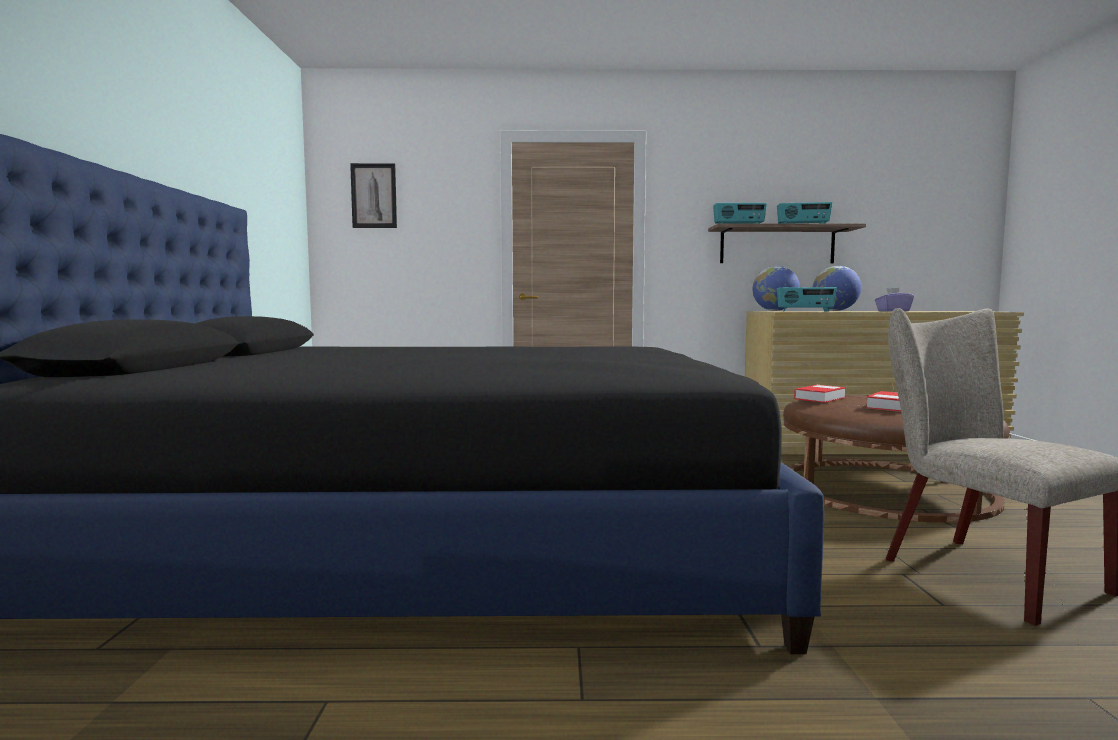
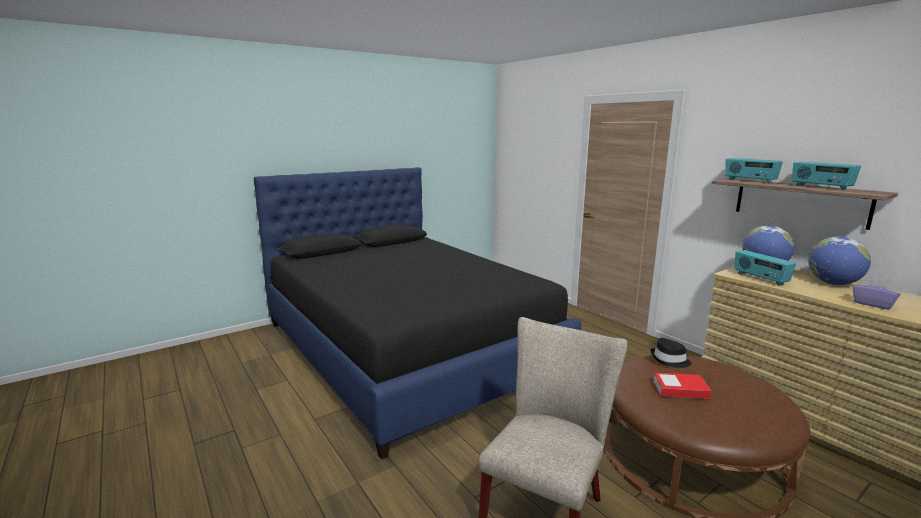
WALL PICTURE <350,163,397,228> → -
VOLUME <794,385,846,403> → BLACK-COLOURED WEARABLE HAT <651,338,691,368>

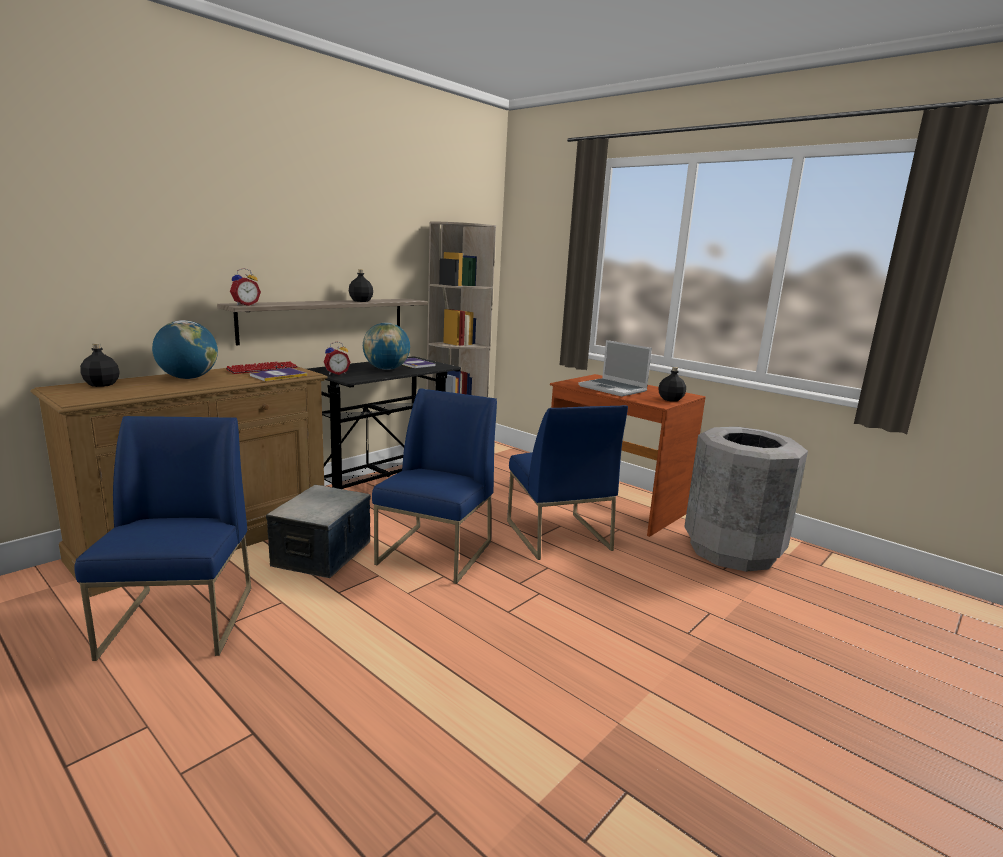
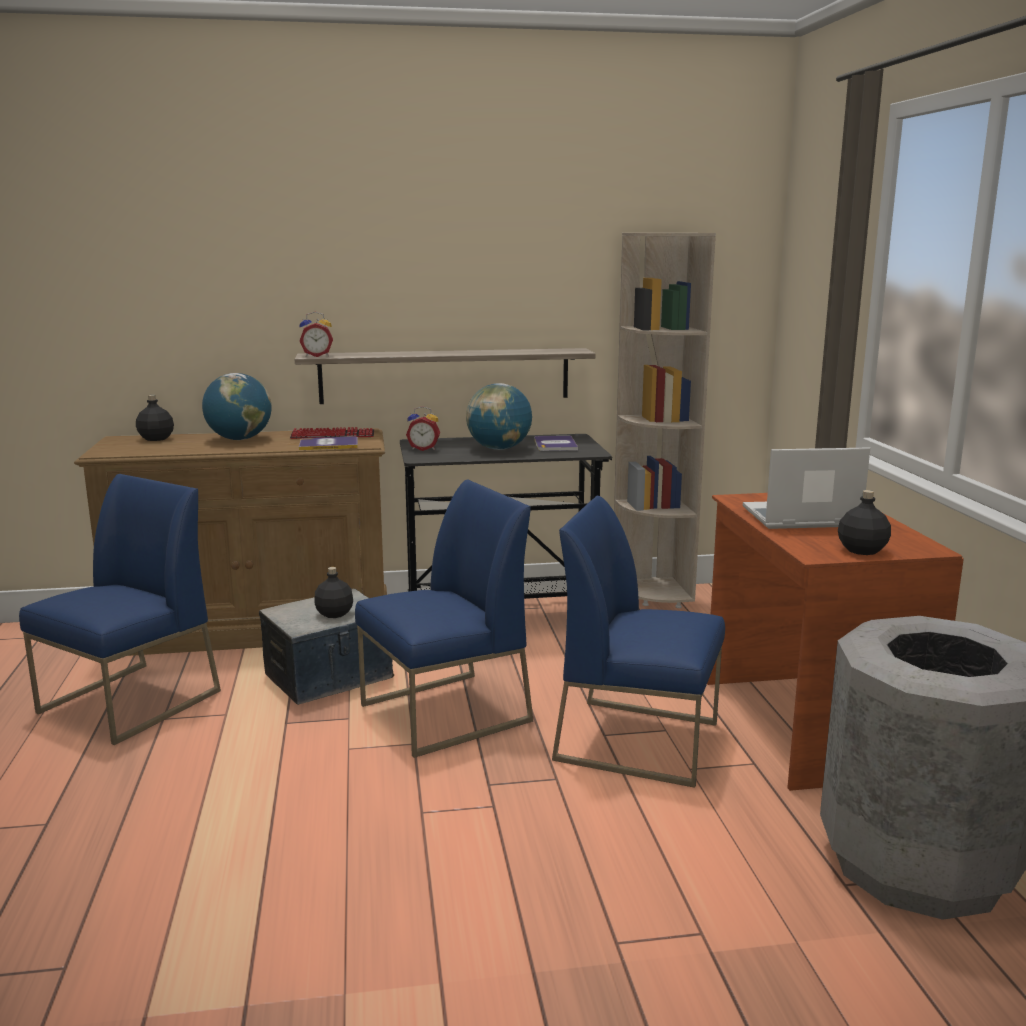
BLACK-COLOURED DRINK BOTTLE <349,270,373,302> → BLACK-COLOURED DRINK BOTTLE <314,567,353,618>, shifted
BLUE-COLOURED UPRIGHT CHAIR <507,405,628,560> → BLUE-COLOURED UPRIGHT CHAIR <552,496,725,788>, 90 degrees clockwise
LAPTOP <578,340,652,397> → LAPTOP <743,447,870,529>, 90 degrees clockwise

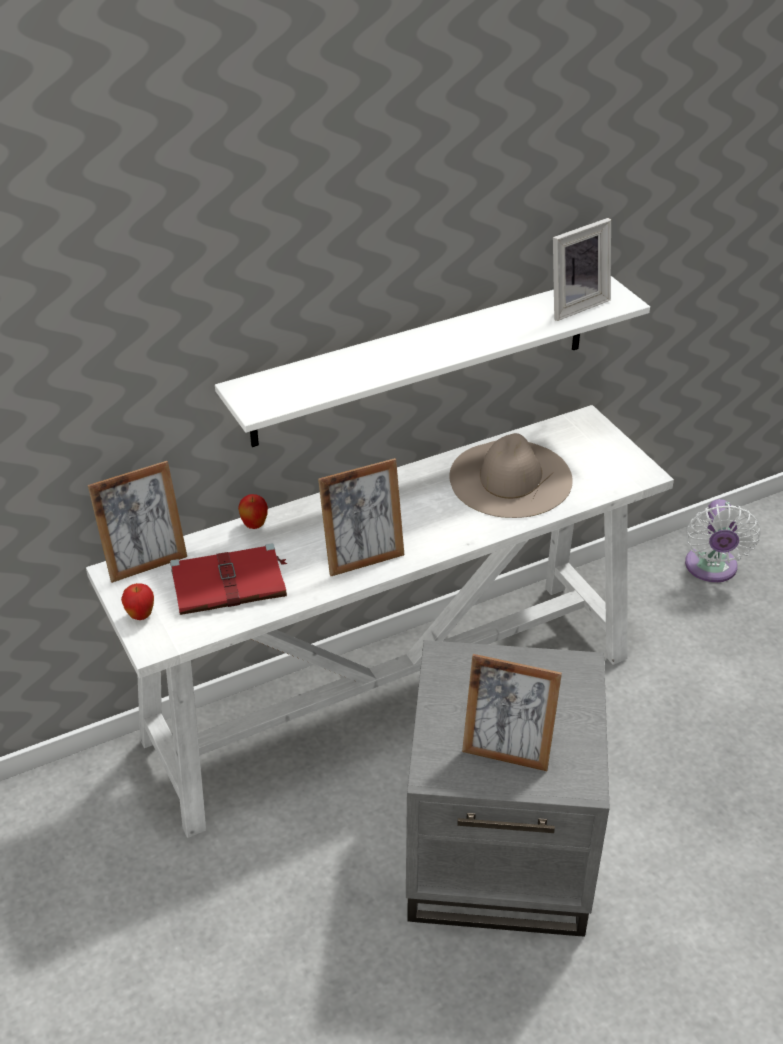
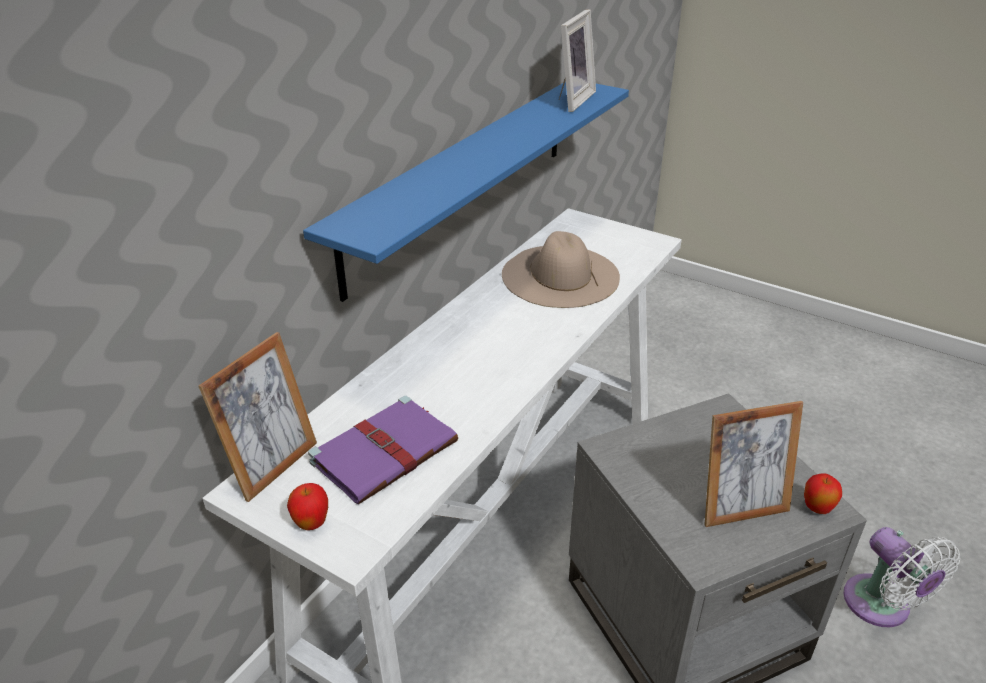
PICTURE FRAME <318,458,404,576> → -
WHOLE APPLE <238,494,268,529> → WHOLE APPLE <804,473,842,514>, shifted
WHITE-COLOURED ELECTRIC FAN <685,499,761,583> → WHITE-COLOURED ELECTRIC FAN <843,527,960,627>, shifted
RED-COLOURED VOLUME <170,544,288,615> → PURPLE-COLOURED VOLUME <308,396,458,505>
WHITE-COLOURED BRACKET SHELF <215,276,650,447> → BLUE-COLOURED BRACKET SHELF <303,82,629,302>

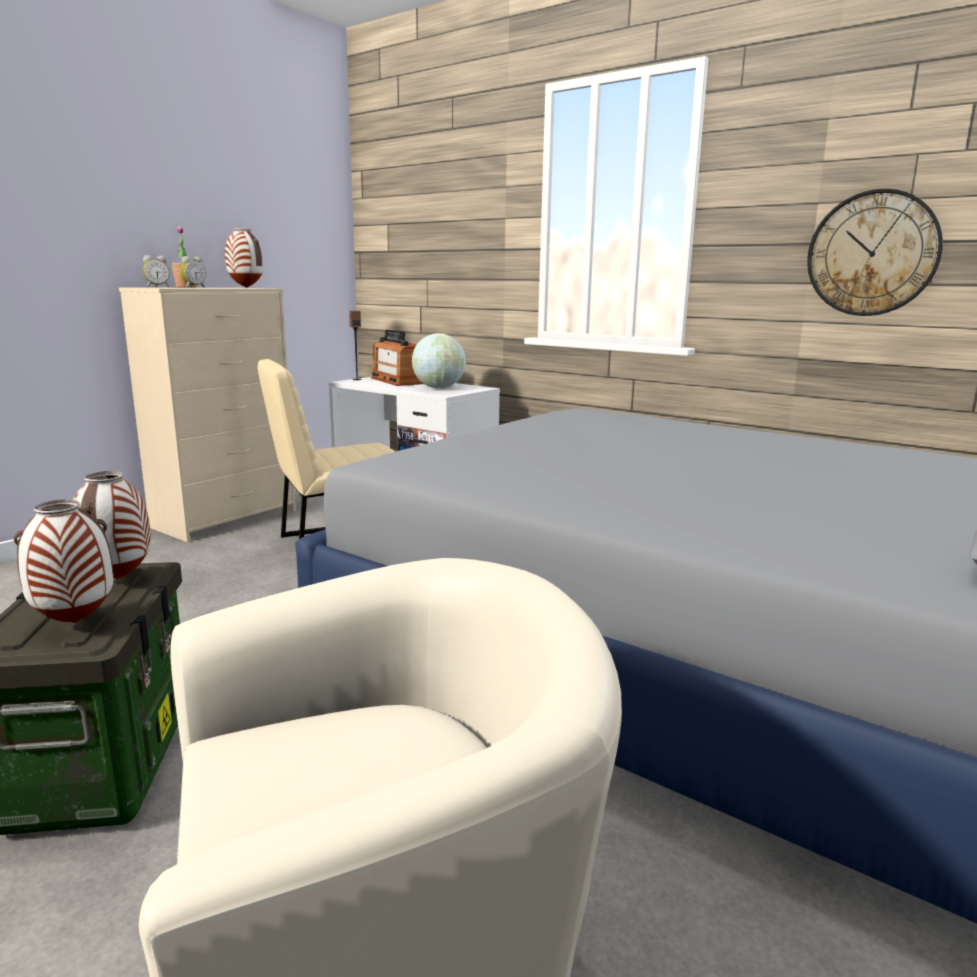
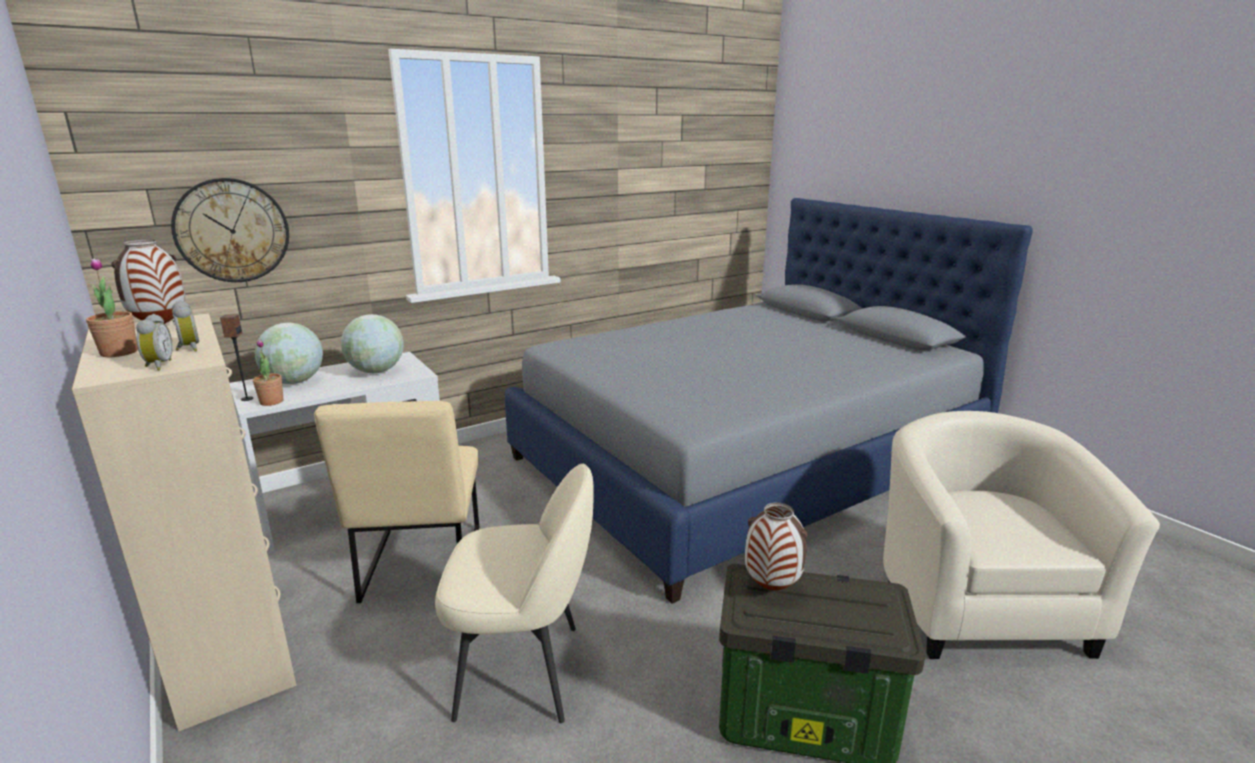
DECORATIVE VASE <14,499,113,623> → -
- → POTTED PLANT <253,339,283,406>
- → BEIGE UPRIGHT CHAIR <435,463,594,723>
CLOCK ON THE WALL <807,189,943,316> → CLOCK ON THE WALL <171,178,289,282>, shifted
RADIO RECEIVER <371,330,423,386> → DESK GLOBE <255,323,323,384>

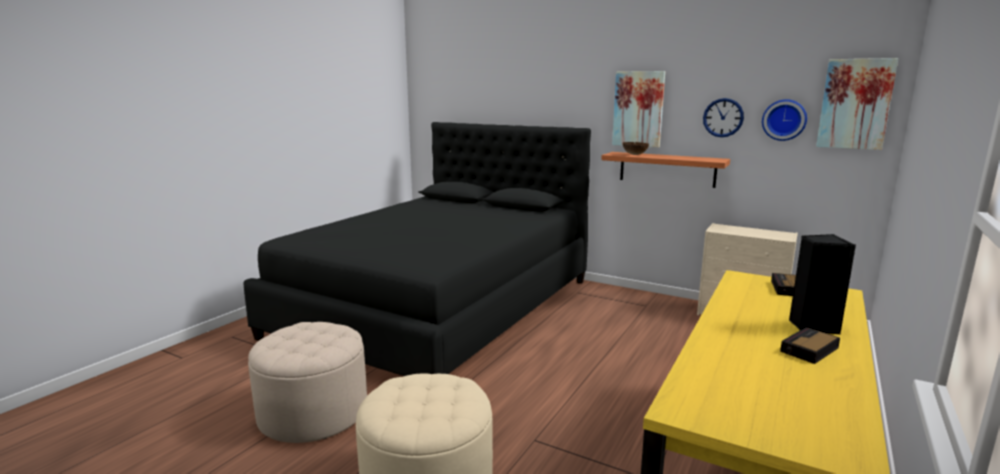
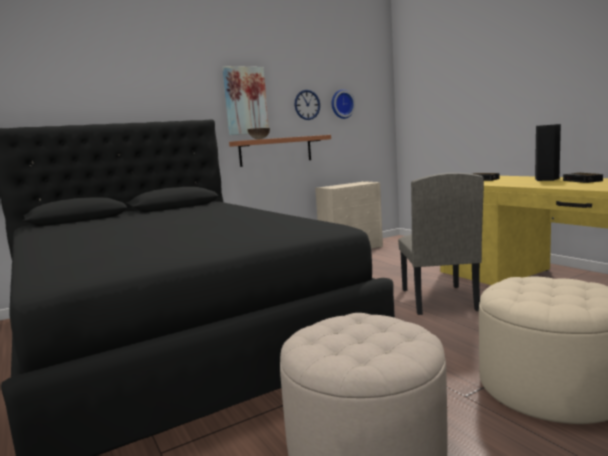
WALL PICTURE <816,58,898,150> → -
- → BEIGE UPRIGHT CHAIR <398,173,484,315>

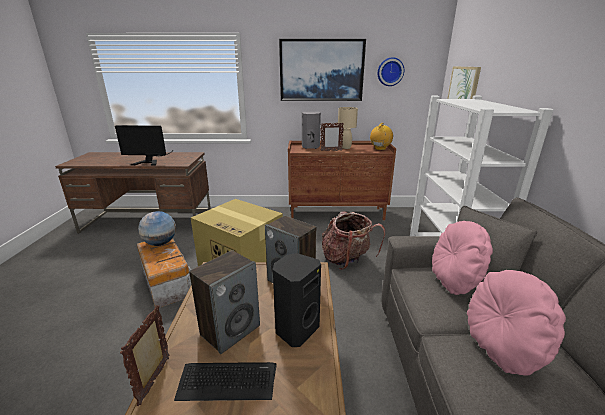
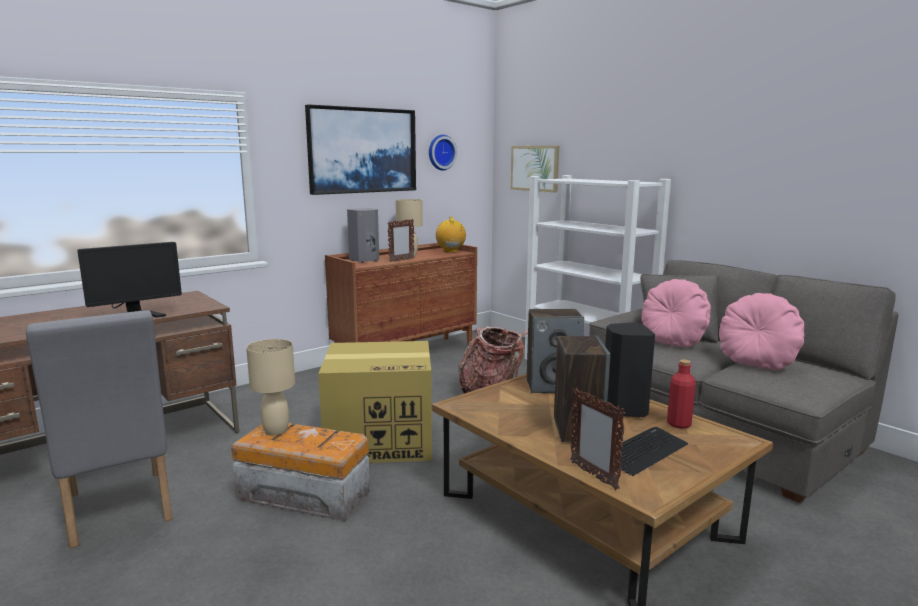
- → GREYISH UPRIGHT CHAIR <26,310,173,548>
- → RED-COLOURED DRINK BOTTLE <667,360,696,429>
DESK GLOBE <138,211,176,246> → BEIGE LAMP FOR A TABLE <246,339,295,436>

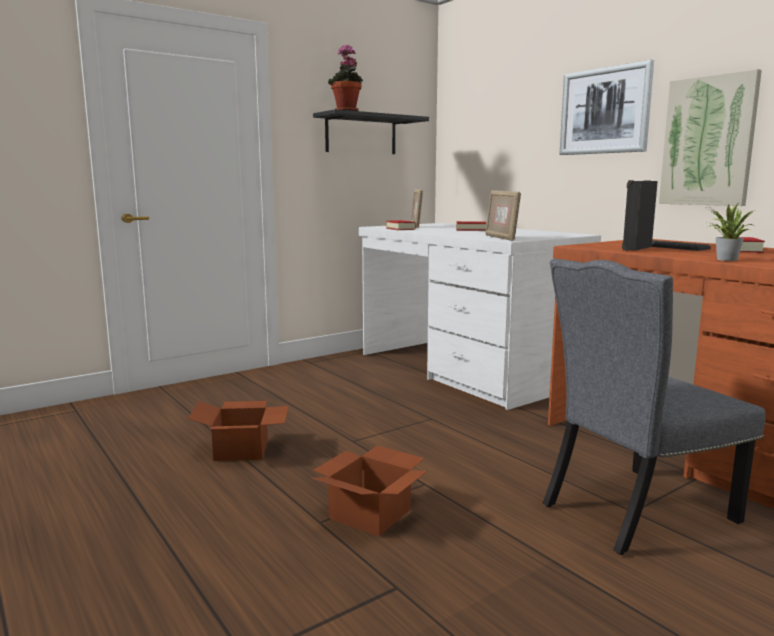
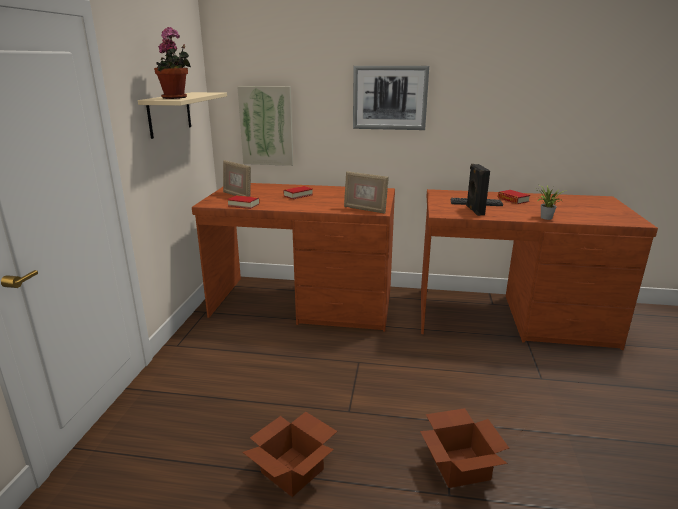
GREYISH UPRIGHT CHAIR <543,259,766,555> → -
WALL PICTURE <659,69,762,206> → WALL PICTURE <237,86,294,166>, shifted
BLACK-COLOURED BRACKET SHELF <313,109,429,154> → BEIGE BRACKET SHELF <138,92,227,139>
WHITE-COLOURED DESK UNIT <359,223,601,410> → BROWN DESK UNIT <192,183,395,332>

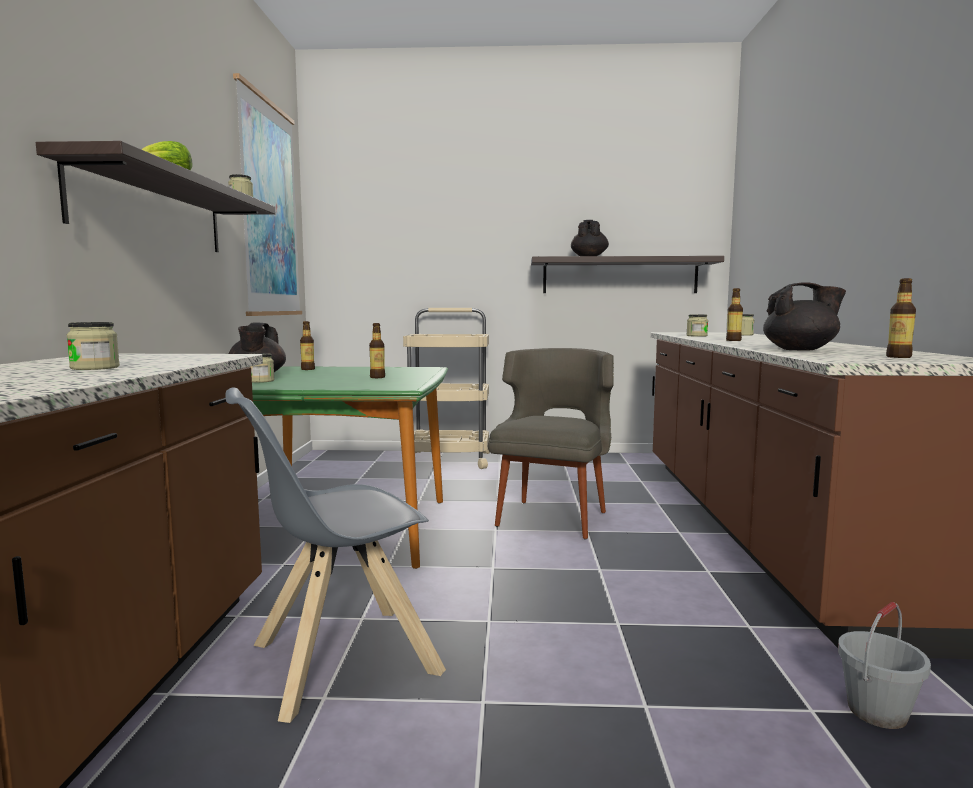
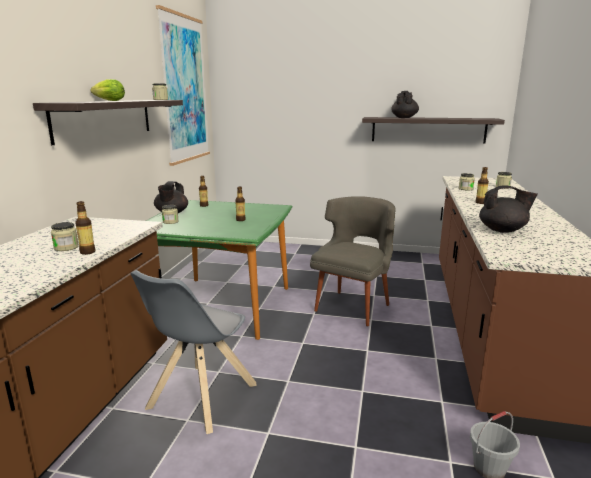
BEIGE TROLLEY <403,308,490,469> → -
DRINK BOTTLE <886,278,916,358> → DRINK BOTTLE <75,201,95,255>, shifted
GREYISH UPRIGHT CHAIR <225,387,446,723> → GREYISH UPRIGHT CHAIR <131,270,257,434>, 45 degrees counterclockwise

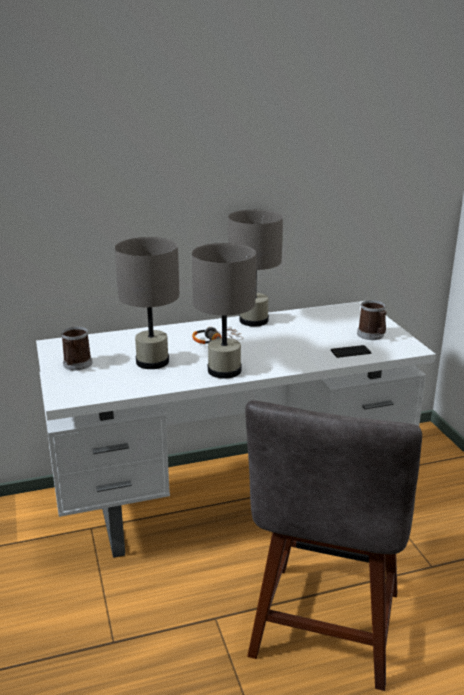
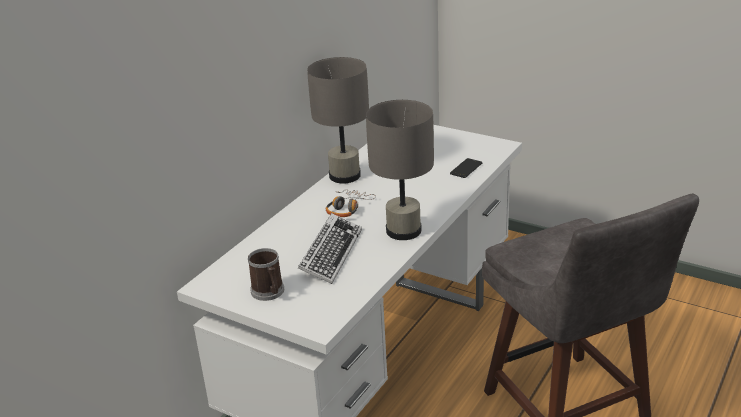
MUG <357,300,387,340> → -
GREYISH LAMP FOR A TABLE <115,237,179,369> → PC KEYBOARD <298,213,362,284>

